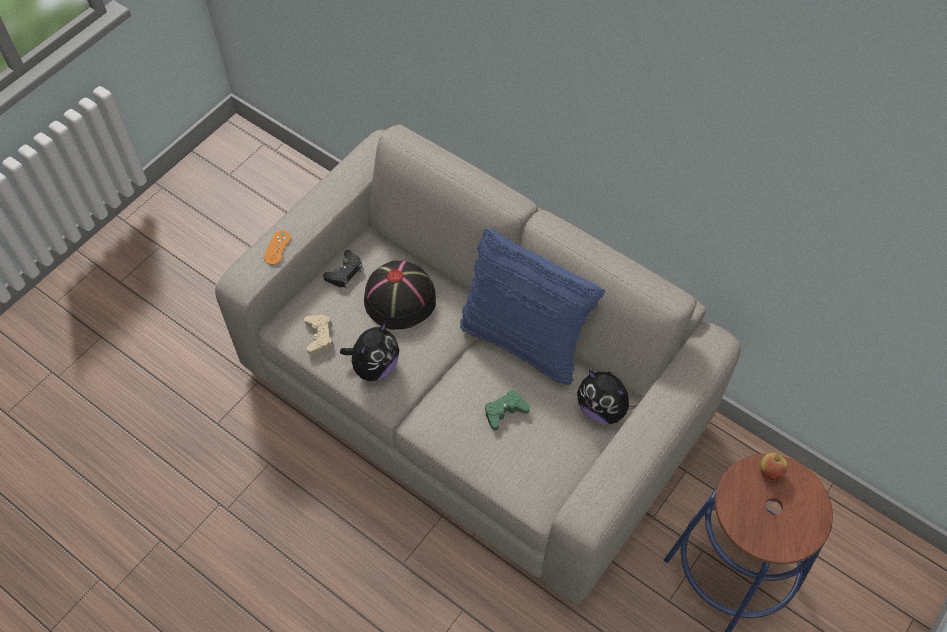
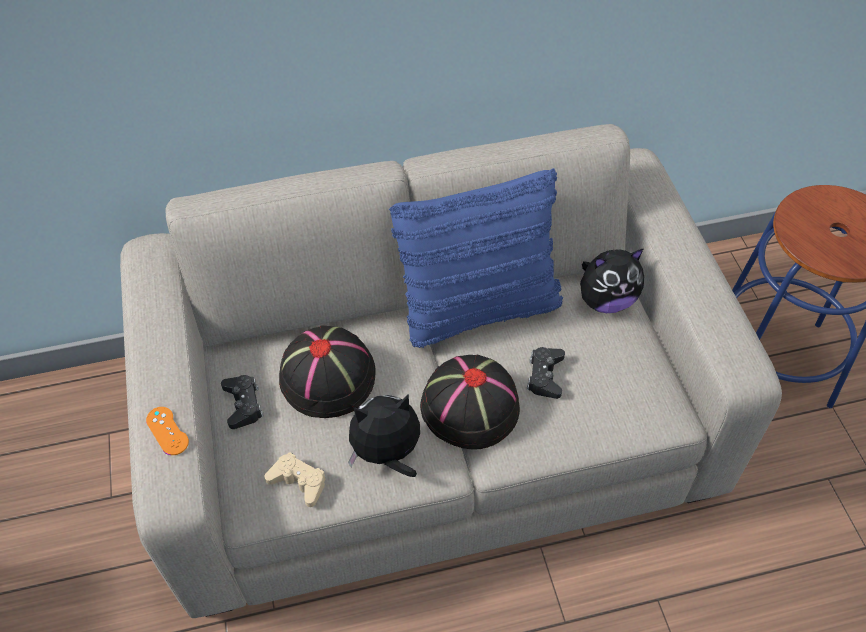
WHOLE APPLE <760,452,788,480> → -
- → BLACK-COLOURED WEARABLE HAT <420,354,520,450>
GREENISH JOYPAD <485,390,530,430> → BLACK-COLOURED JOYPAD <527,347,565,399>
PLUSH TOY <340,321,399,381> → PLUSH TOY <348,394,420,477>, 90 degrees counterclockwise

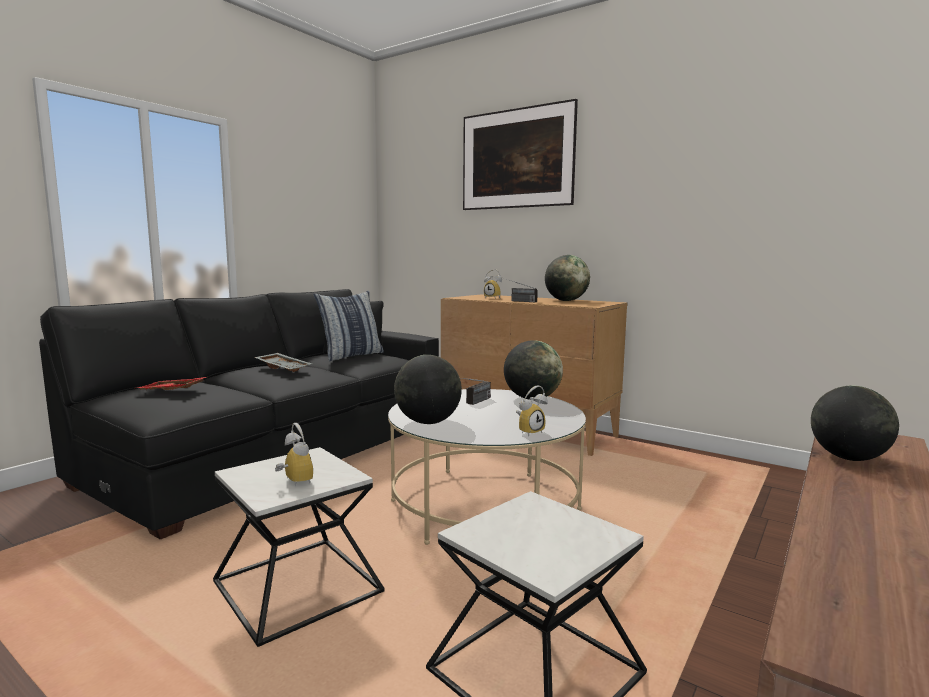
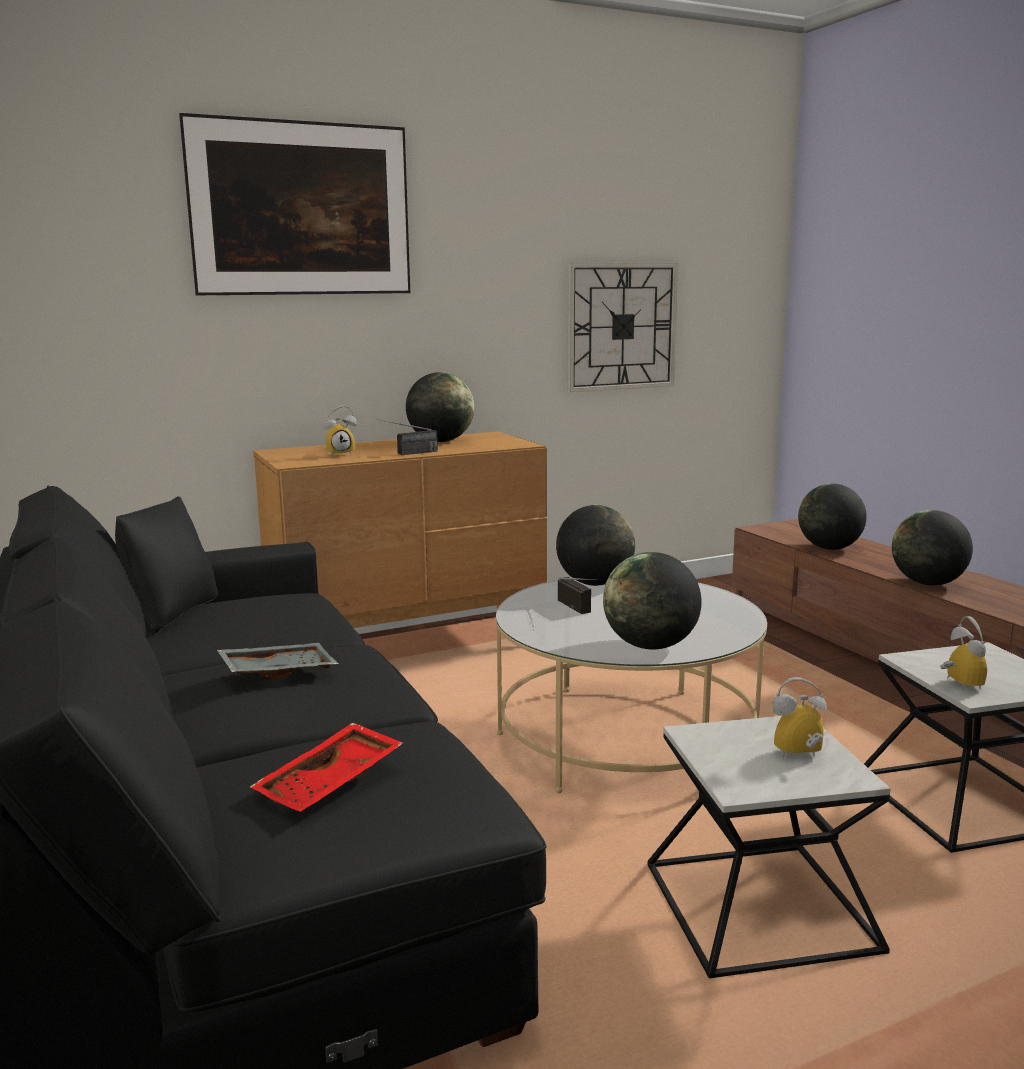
PILLOW <314,291,384,361> → -
- → CLOCK ON THE WALL <568,263,678,392>
- → DESK GLOBE <892,510,973,585>
ALARM CLOCK <516,385,548,436> → ALARM CLOCK <940,616,987,690>, shifted

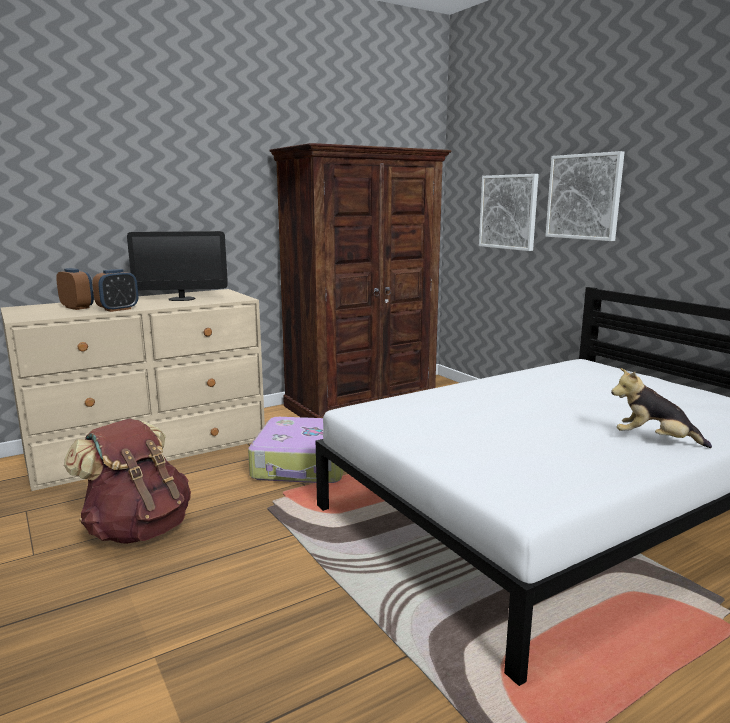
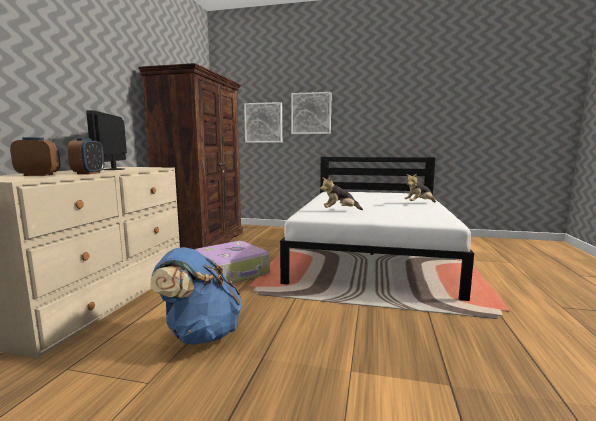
- → PLUSH TOY <320,177,363,210>
BROWN RUCKSACK <64,418,191,544> → BLUE-COLOURED RUCKSACK <150,247,241,345>
MONITOR <127,231,227,301> → MONITOR <86,110,127,170>, 135 degrees clockwise

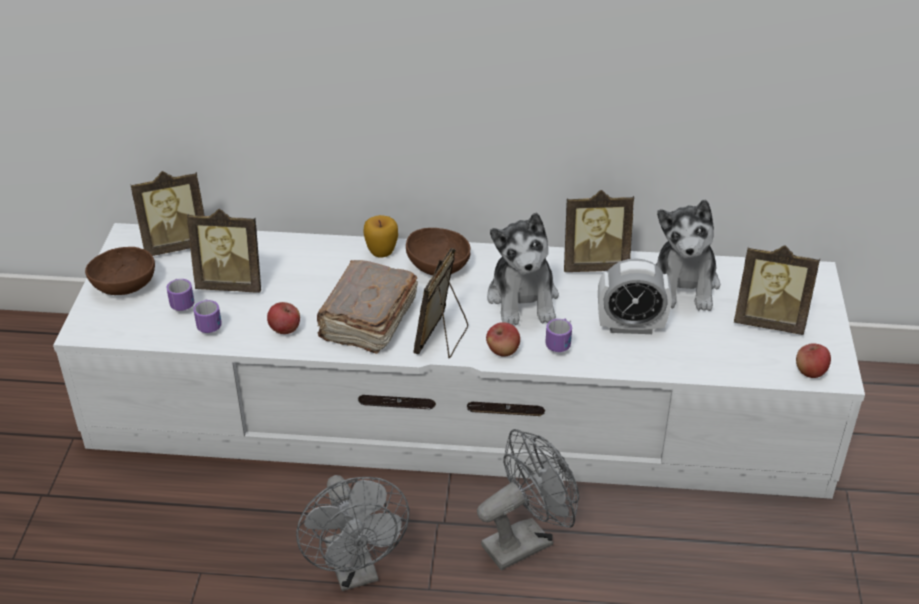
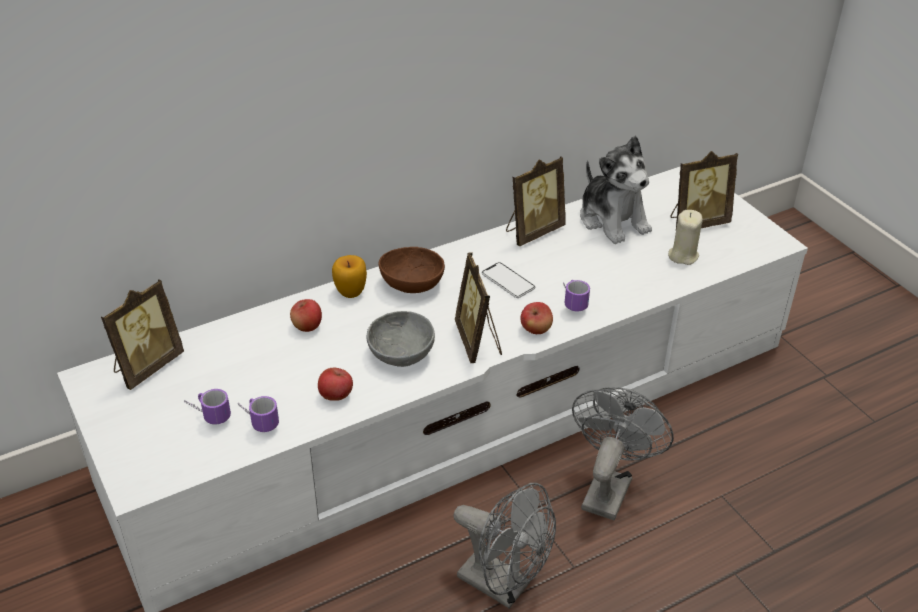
BROWN SERVING BOWL <85,247,155,295> → -
PICTURE FRAME <187,209,261,293> → -
ALARM CLOCK <598,258,672,334> → -
- → BEIGE WAX LIGHT <668,210,703,265>
WHOLE APPLE <796,343,831,378> → WHOLE APPLE <290,299,322,332>, shifted
BROWN VOLUME <317,260,418,354> → GREYISH SERVING BOWL <367,311,435,367>
PLUSH TOY <487,213,559,326> → TELEPHONE <481,262,535,298>

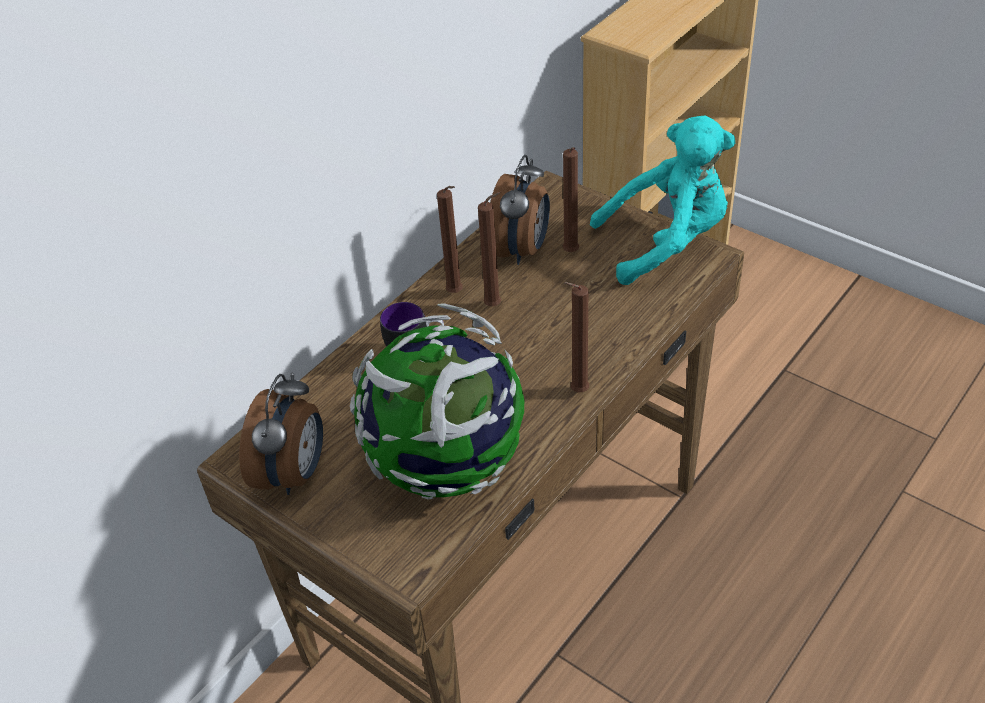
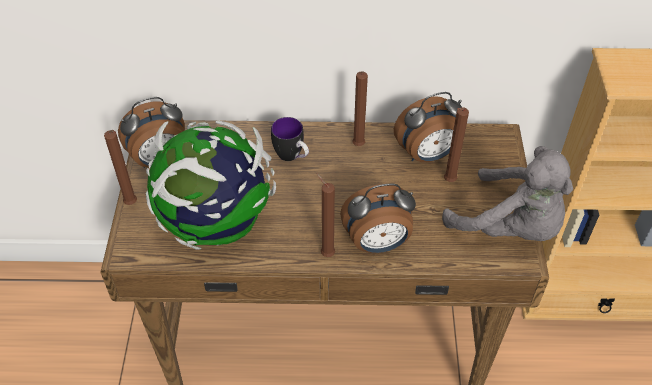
- → ALARM CLOCK <340,184,416,253>
BROWN WAX LIGHT <478,192,501,306> → BROWN WAX LIGHT <104,130,137,205>, shifted
BLUE-GREEN PLUSH TOY <590,116,735,285> → GREYISH PLUSH TOY <442,146,573,241>

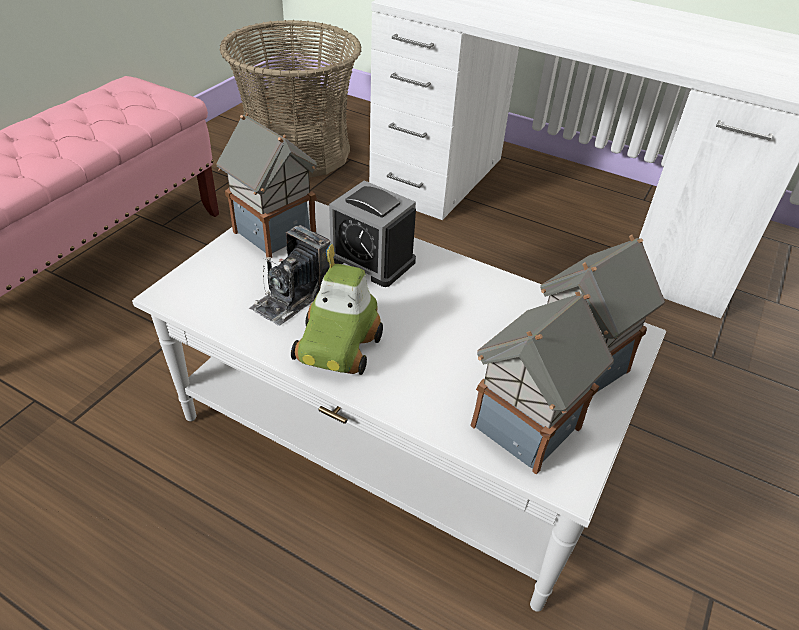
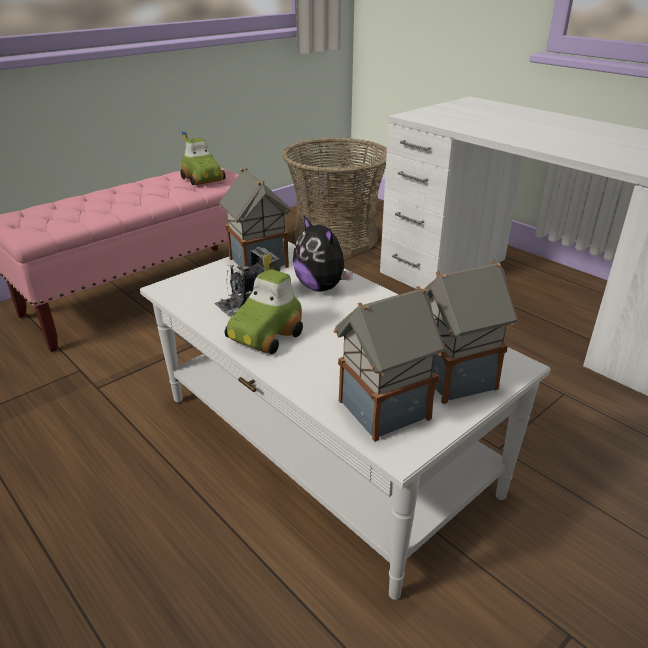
- → MODEL CAR <180,131,226,185>
ALARM CLOCK <329,181,416,287> → PLUSH TOY <293,216,353,292>

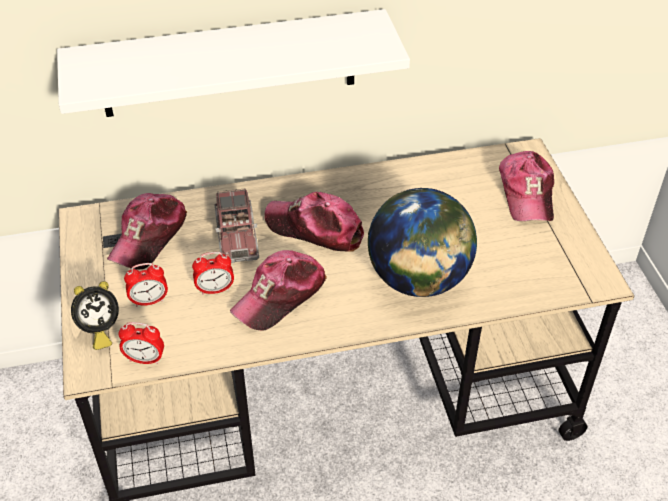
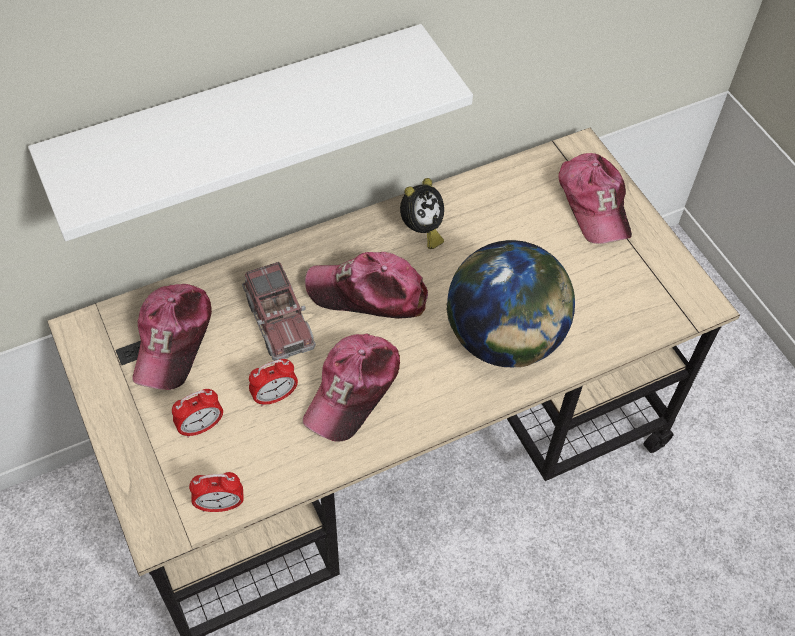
ALARM CLOCK <71,281,119,350> → ALARM CLOCK <400,178,444,249>, shifted

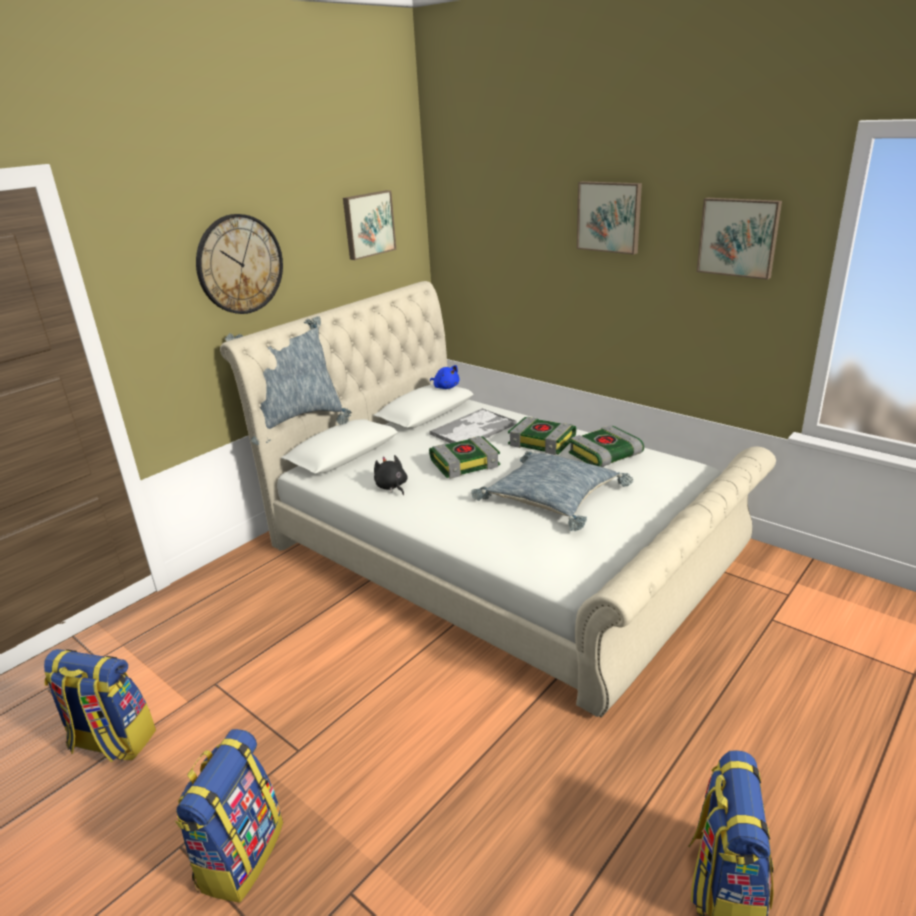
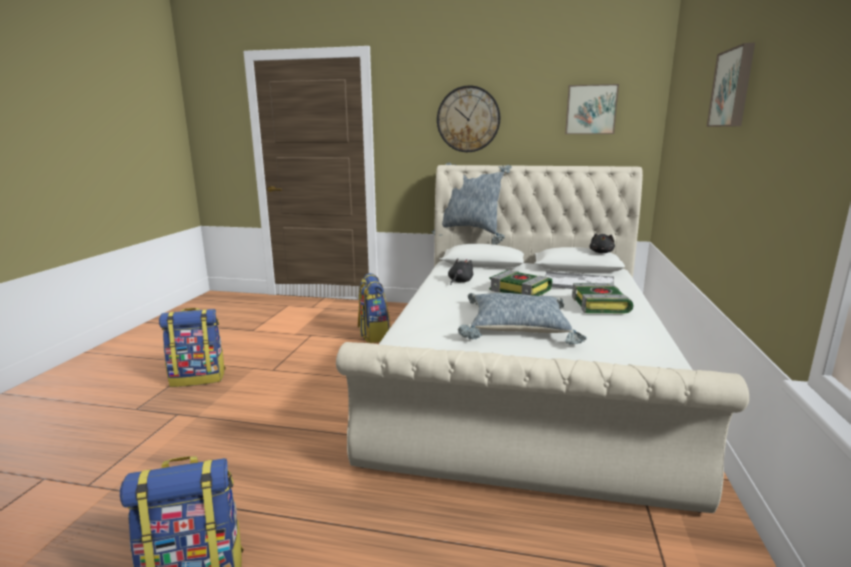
VOLUME <569,425,644,467> → -
WALL PICTURE <697,198,782,280> → -
RUCKSACK <44,649,156,762> → RUCKSACK <358,273,391,343>, shifted
BLUE-COLOURED PLUSH TOY <430,365,459,389> → BLACK-COLOURED PLUSH TOY <589,233,615,253>

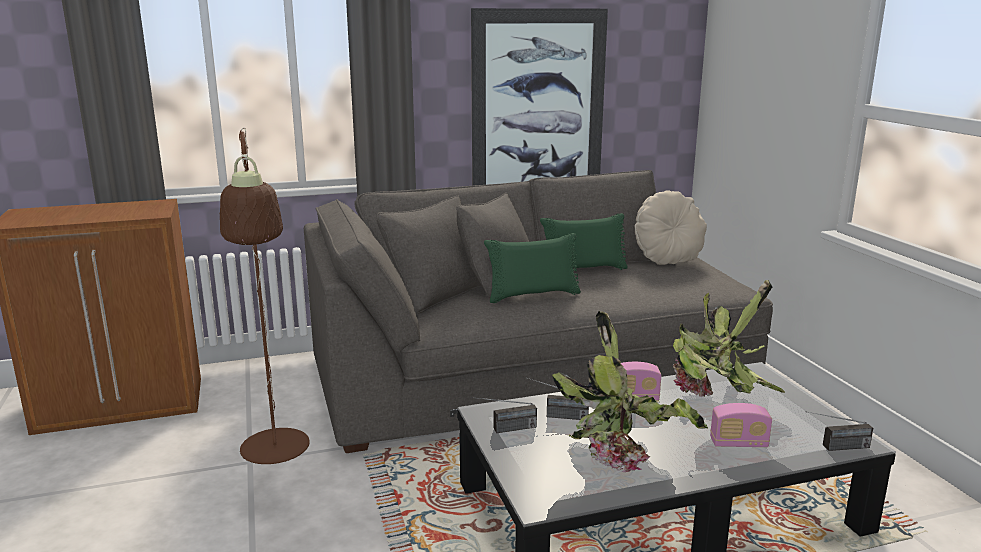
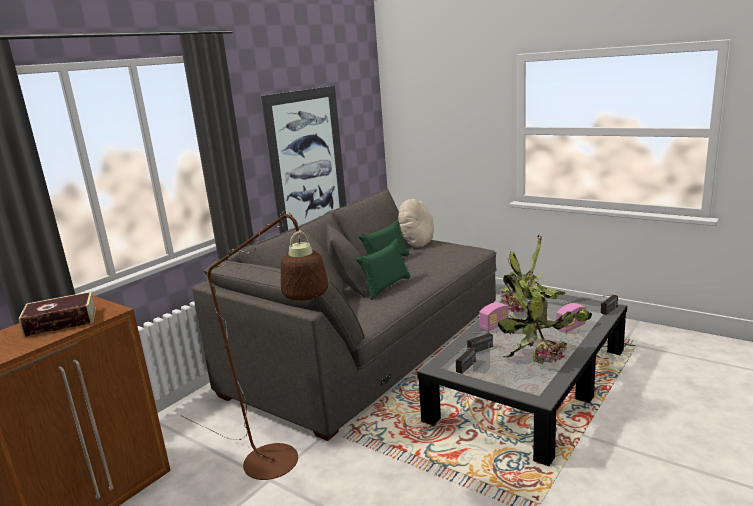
- → VOLUME <19,291,96,337>

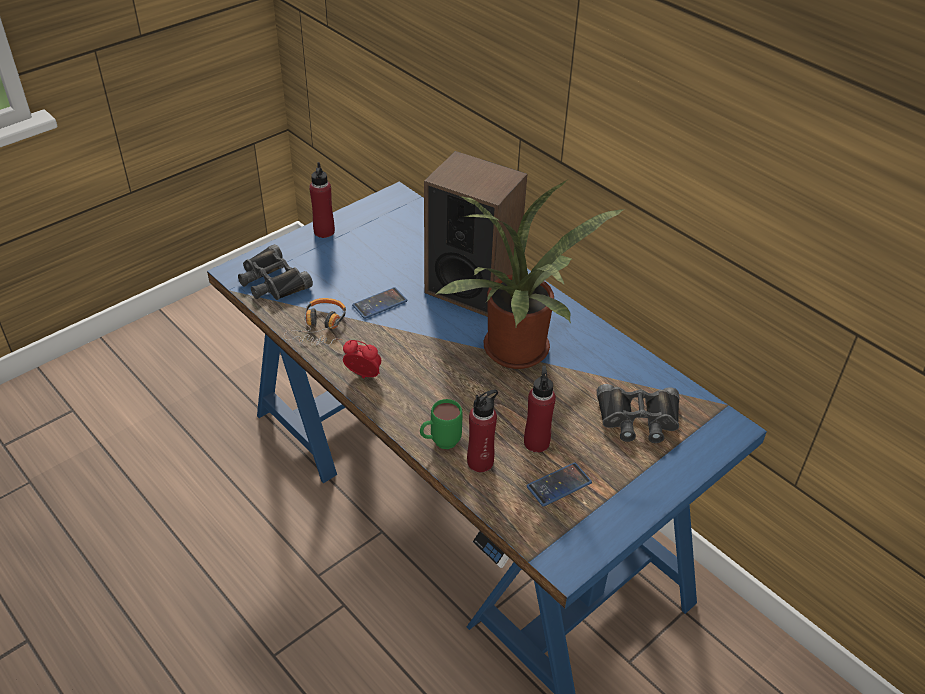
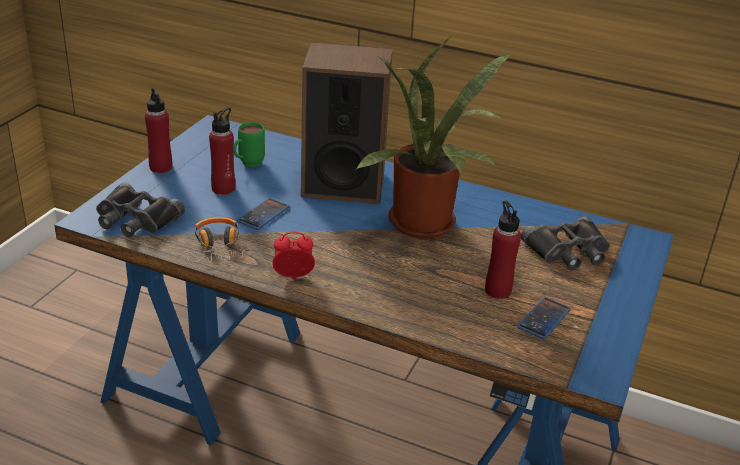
GREENISH MUG <420,399,463,449> → GREENISH MUG <233,122,265,167>, shifted
RED-COLOURED DRINK BOTTLE <467,389,498,472> → RED-COLOURED DRINK BOTTLE <209,107,235,195>, shifted

